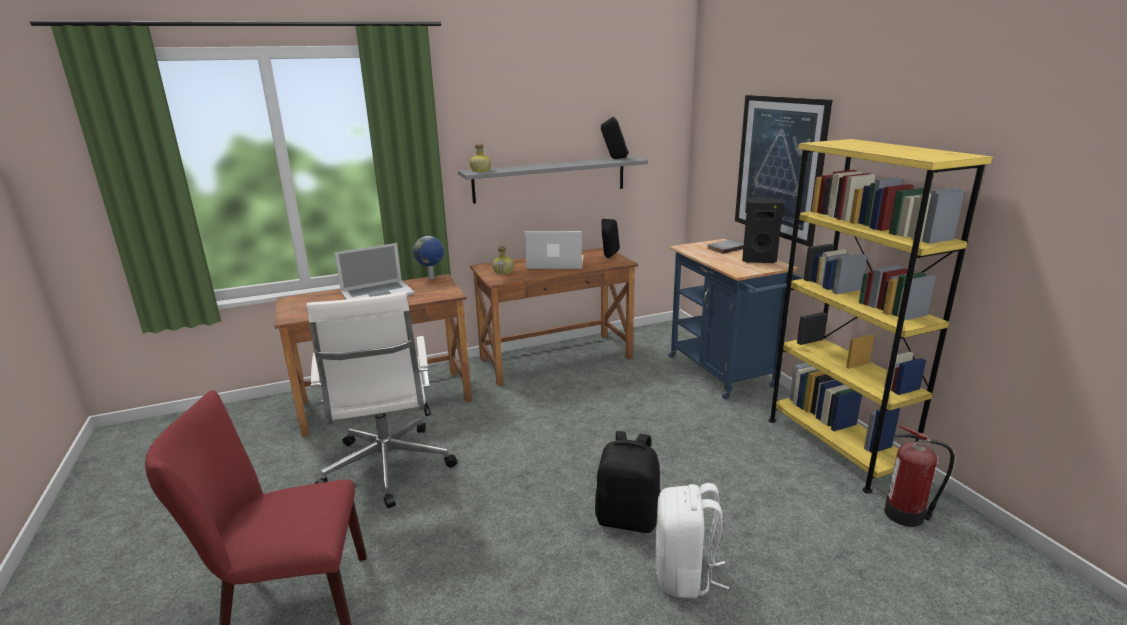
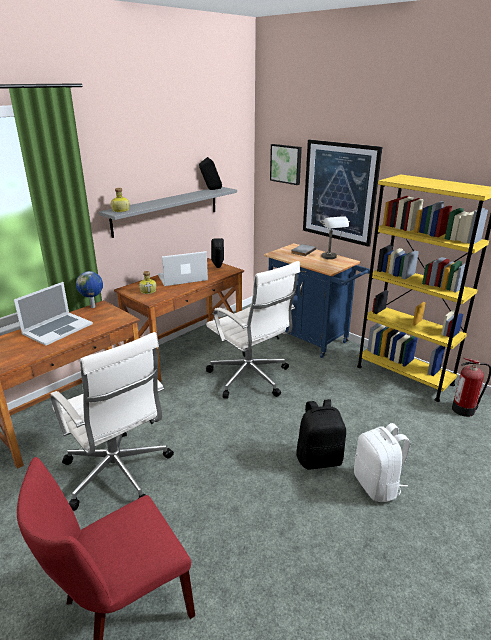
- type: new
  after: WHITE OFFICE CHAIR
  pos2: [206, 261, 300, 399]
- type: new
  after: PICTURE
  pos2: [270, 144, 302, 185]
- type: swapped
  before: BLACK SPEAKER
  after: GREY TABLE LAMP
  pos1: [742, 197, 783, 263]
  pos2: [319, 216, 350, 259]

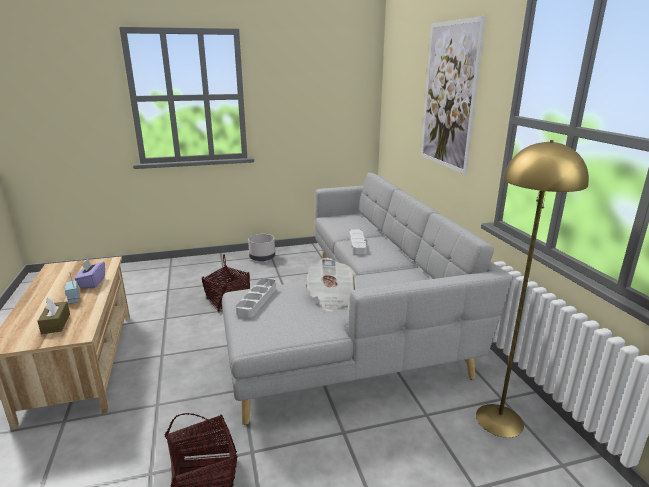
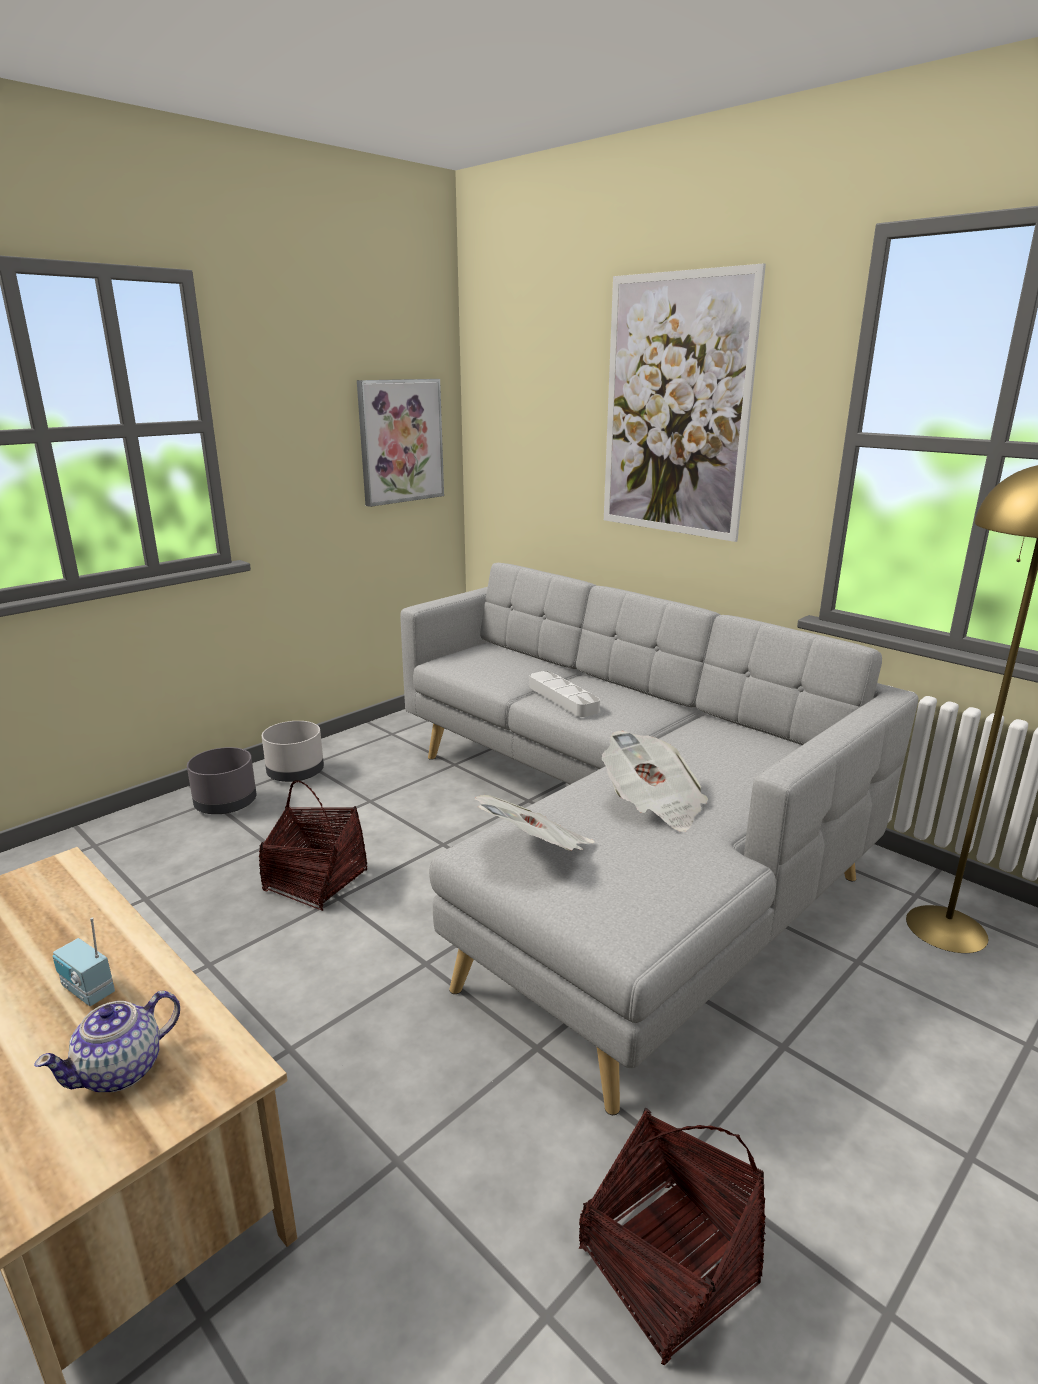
- type: gone
  before: PURPLE TISSUE BOX
  pos1: [74, 259, 105, 288]
- type: new
  after: GREY PLANTER
  pos2: [187, 747, 256, 814]
- type: new
  after: PICTURE
  pos2: [357, 379, 444, 507]
- type: swapped
  before: BROWN TISSUE BOX
  after: TEAPOT
  pos1: [37, 298, 70, 334]
  pos2: [34, 991, 180, 1092]
- type: swapped
  before: GREY TRAY
  after: NEWSPAPER
  pos1: [236, 278, 276, 318]
  pos2: [475, 795, 595, 851]

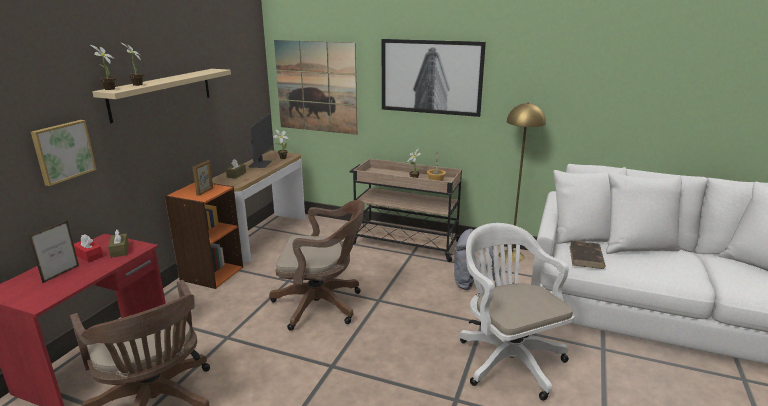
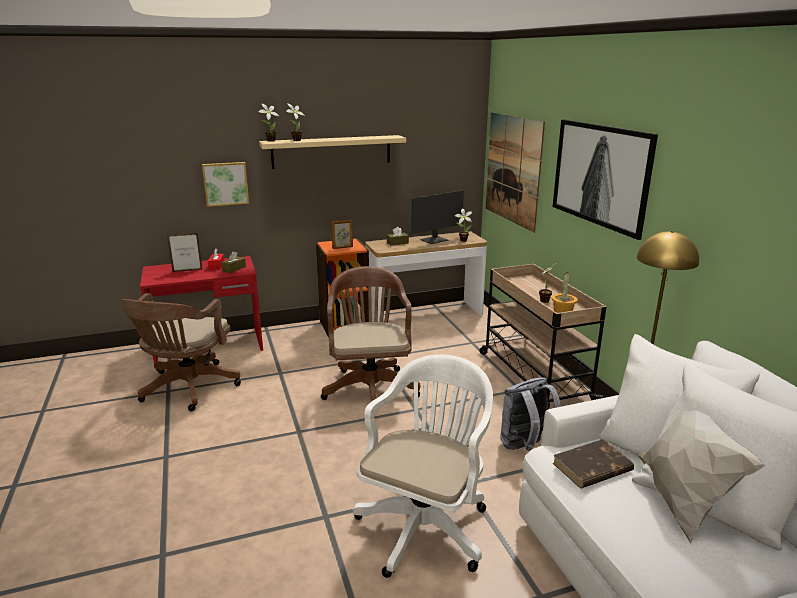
- type: new
  after: WHITE PILLOW
  pos2: [637, 410, 765, 544]
- type: rotated
  before: BROWN OFFICE CHAIR
  pos1: [269, 200, 365, 331]
  pos2: [321, 266, 420, 402]
  turn: -150

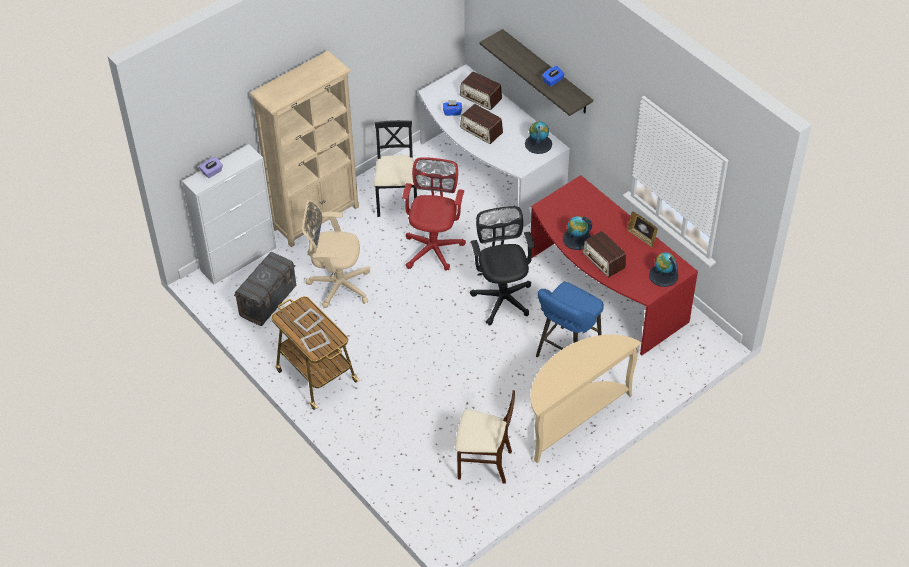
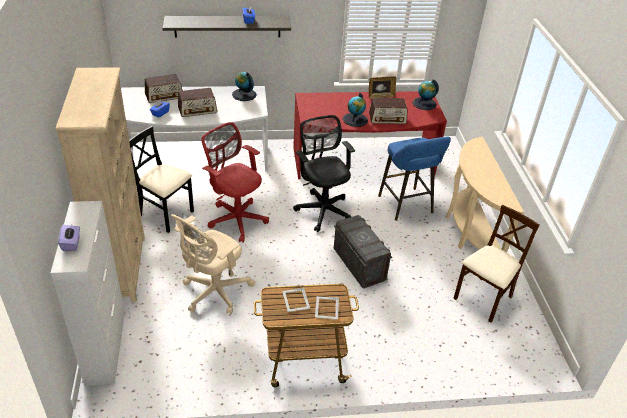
- type: shifted
  before: GREY STORAGE BOX
  pos1: [234, 252, 296, 326]
  pos2: [334, 215, 392, 288]
- type: rotated
  before: BLACK OFFICE CHAIR
  pos1: [470, 206, 535, 325]
  pos2: [293, 115, 355, 232]
  turn: 45

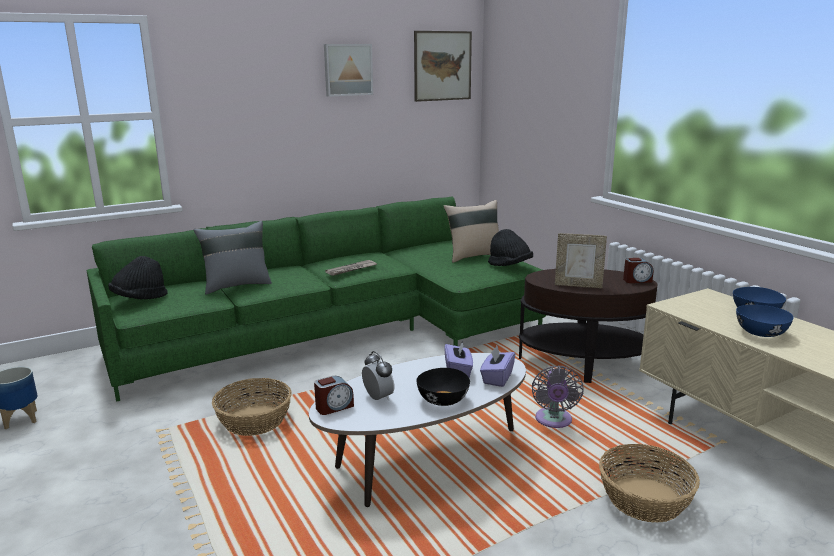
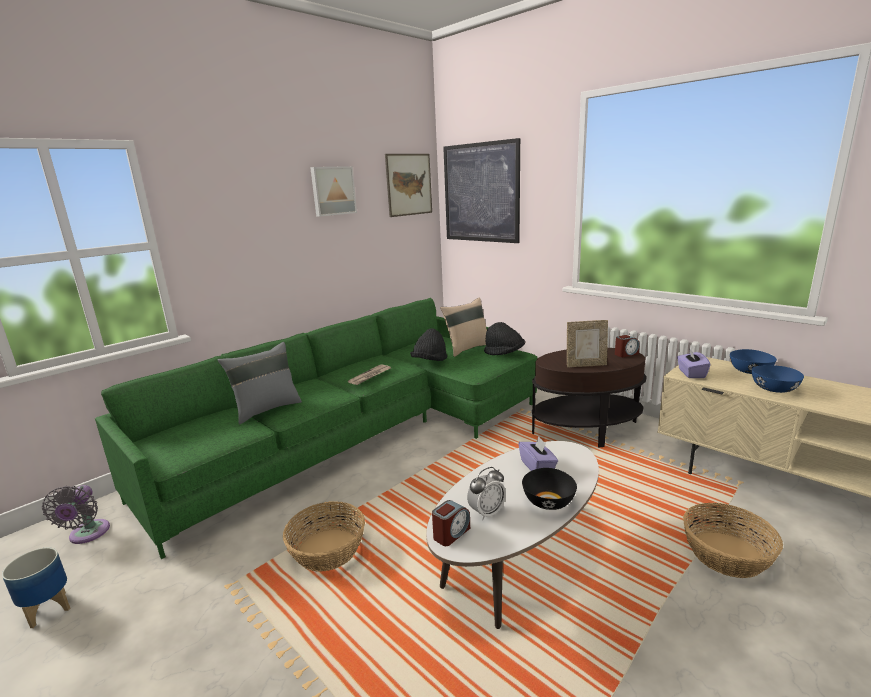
- type: new
  after: PICTURE
  pos2: [443, 138, 520, 243]
- type: shifted
  before: BLACK HAT
  pos1: [108, 256, 168, 299]
  pos2: [410, 328, 447, 361]
- type: shifted
  before: PURPLE TISSUE BOX
  pos1: [480, 346, 515, 387]
  pos2: [677, 349, 711, 378]
- type: shifted
  before: GREY FAN
  pos1: [532, 365, 583, 428]
  pos2: [42, 485, 110, 544]
- type: rotated
  before: ALARM CLOCK
  pos1: [362, 351, 395, 401]
  pos2: [467, 467, 506, 520]
  turn: 105

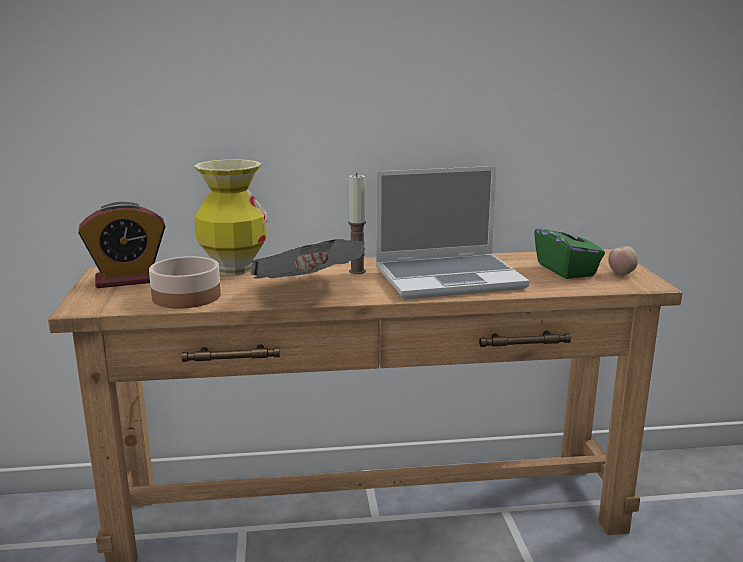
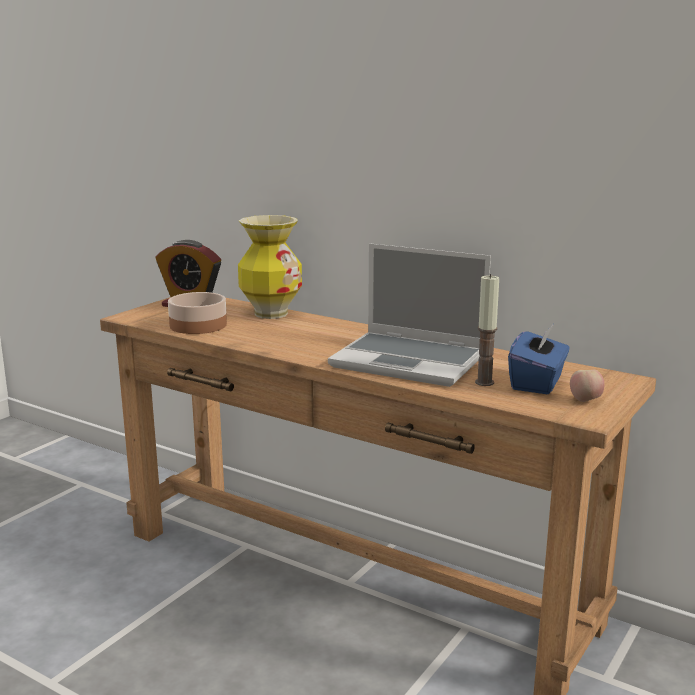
- type: gone
  before: NEWSPAPER
  pos1: [251, 239, 365, 279]
- type: shifted
  before: CANDLE
  pos1: [348, 173, 366, 274]
  pos2: [475, 274, 499, 386]
- type: repainted
  before: GREEN TISSUE BOX
  after: BLUE TISSUE BOX
  pos1: [534, 216, 605, 279]
  pos2: [508, 324, 569, 394]

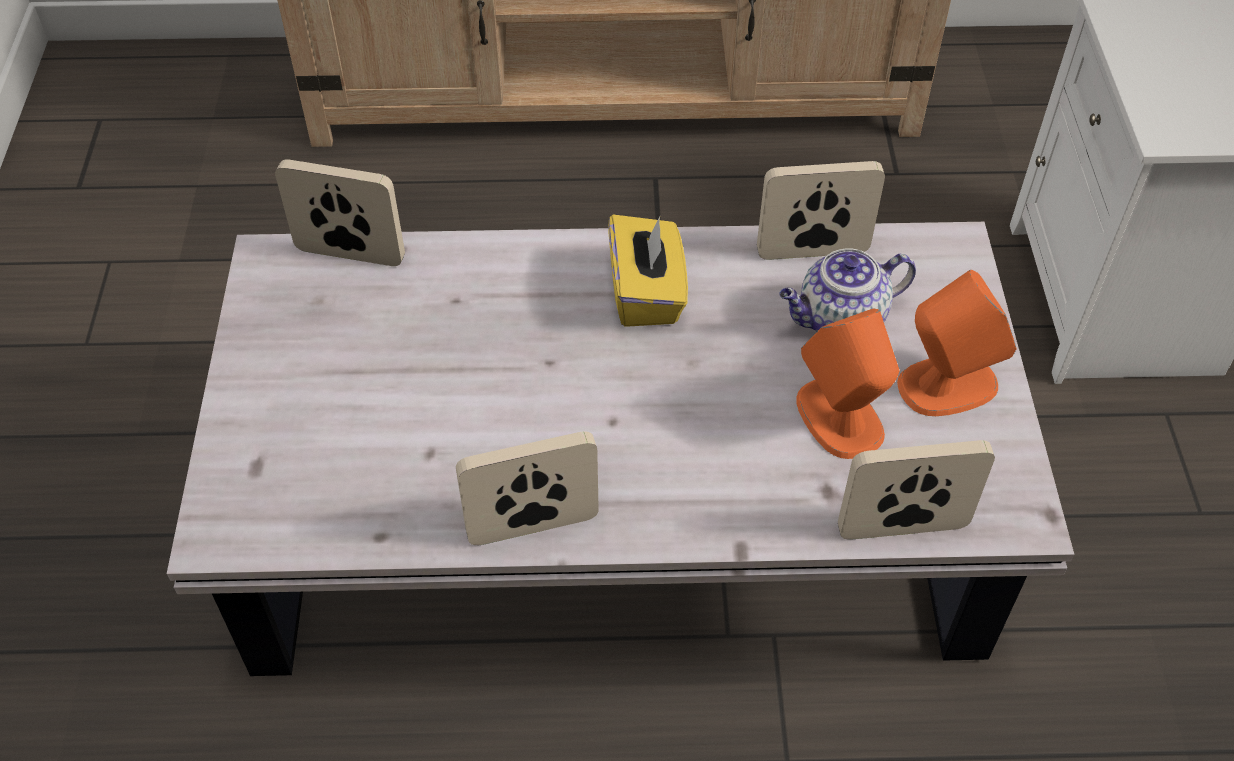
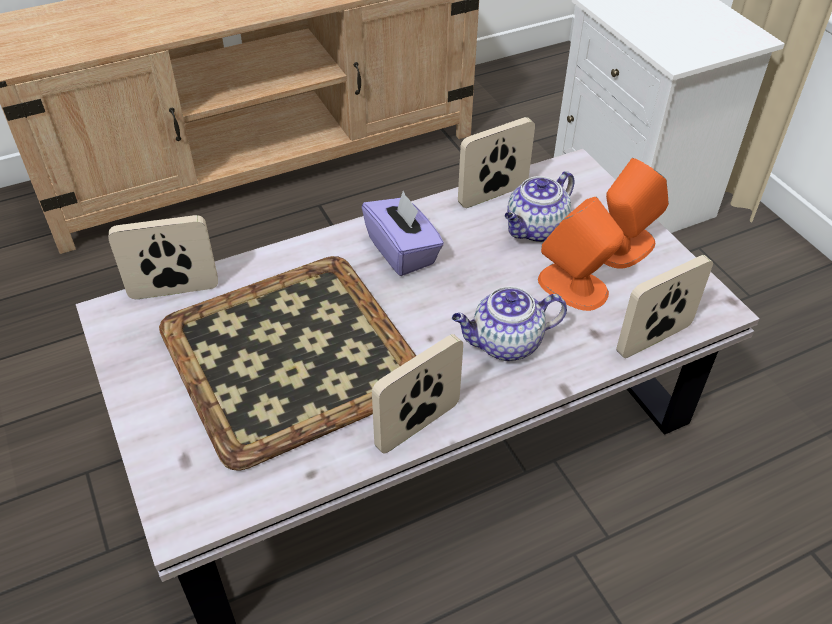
- type: new
  after: TRAY
  pos2: [159, 256, 416, 471]
- type: new
  after: TEAPOT
  pos2: [452, 286, 567, 361]
- type: repainted
  before: YELLOW TISSUE BOX
  after: PURPLE TISSUE BOX
  pos1: [608, 215, 688, 327]
  pos2: [362, 191, 444, 276]

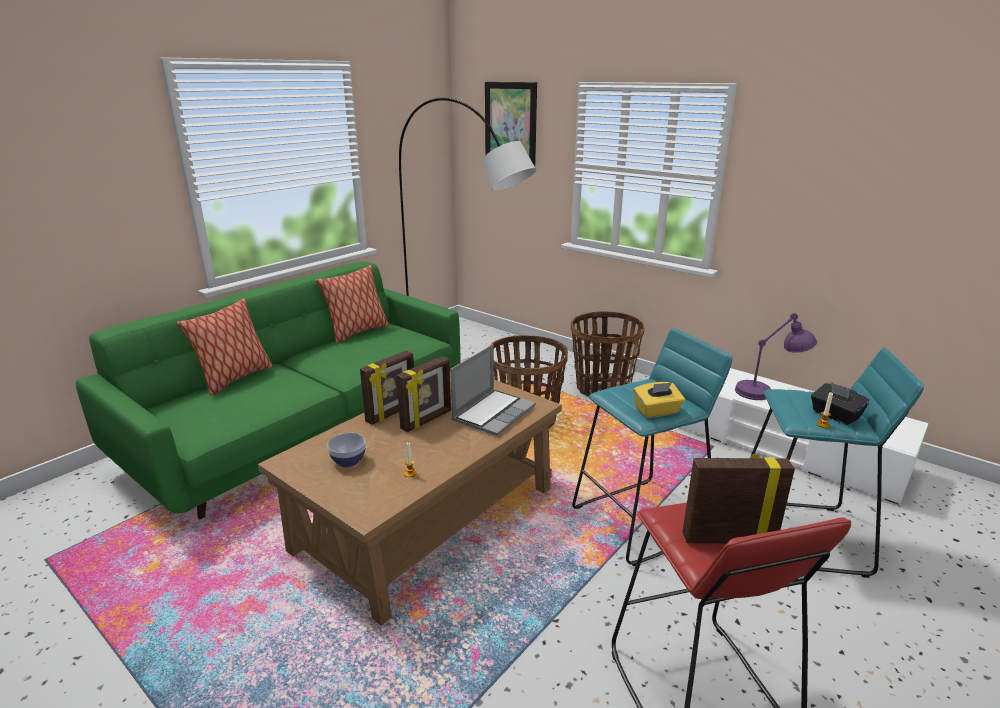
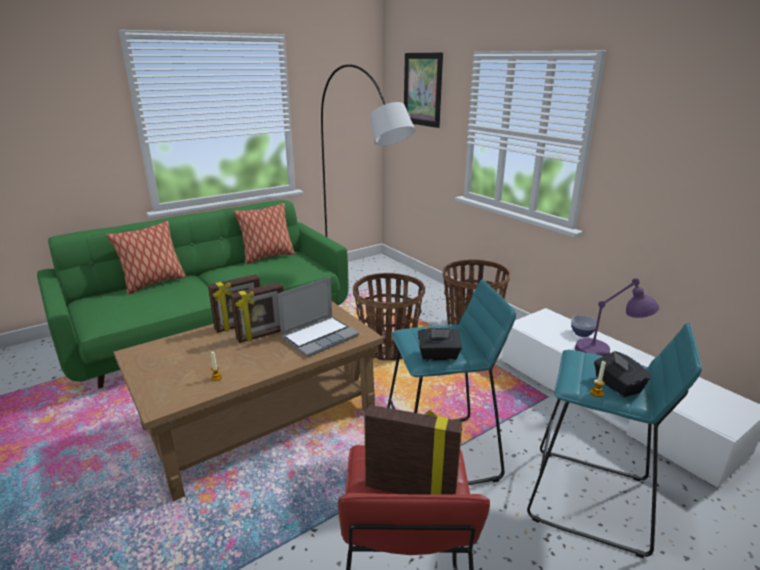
- type: shifted
  before: BOWL
  pos1: [327, 433, 366, 467]
  pos2: [571, 315, 597, 337]
- type: repainted
  before: YELLOW TISSUE BOX
  after: BLACK TISSUE BOX
  pos1: [633, 382, 685, 418]
  pos2: [417, 328, 462, 361]

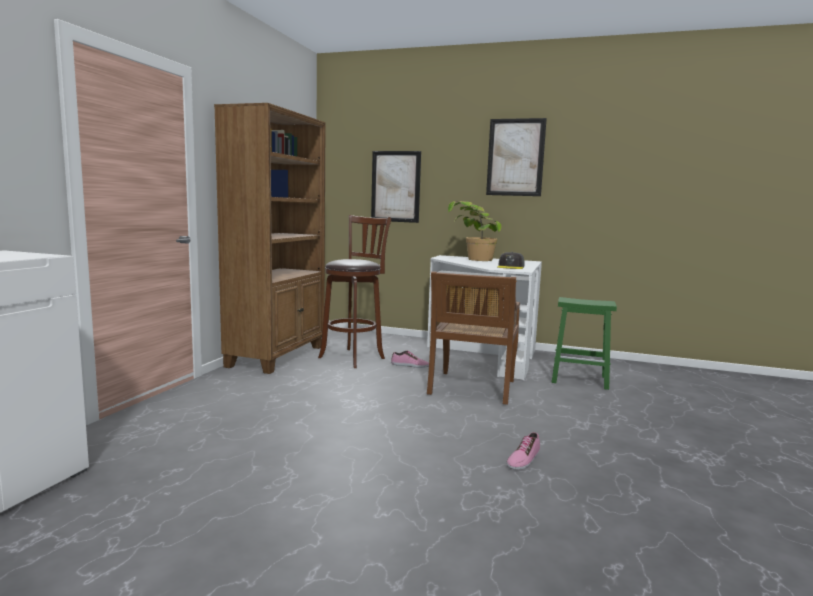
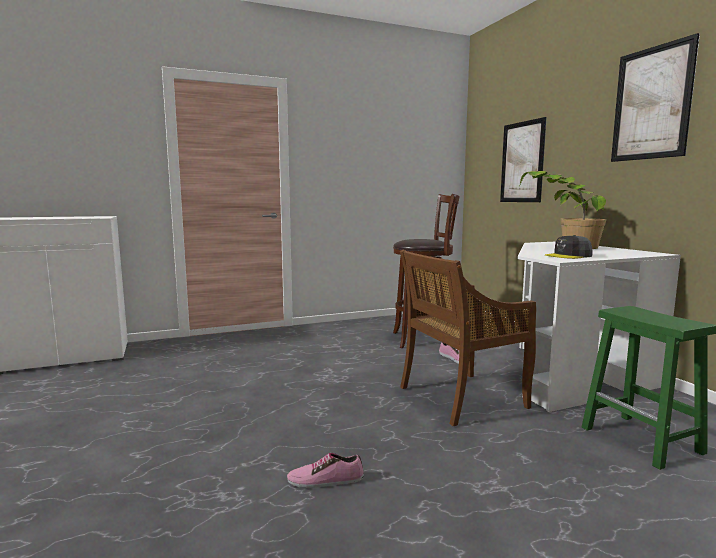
- type: gone
  before: BROWN BOOKCASE
  pos1: [214, 103, 326, 374]

